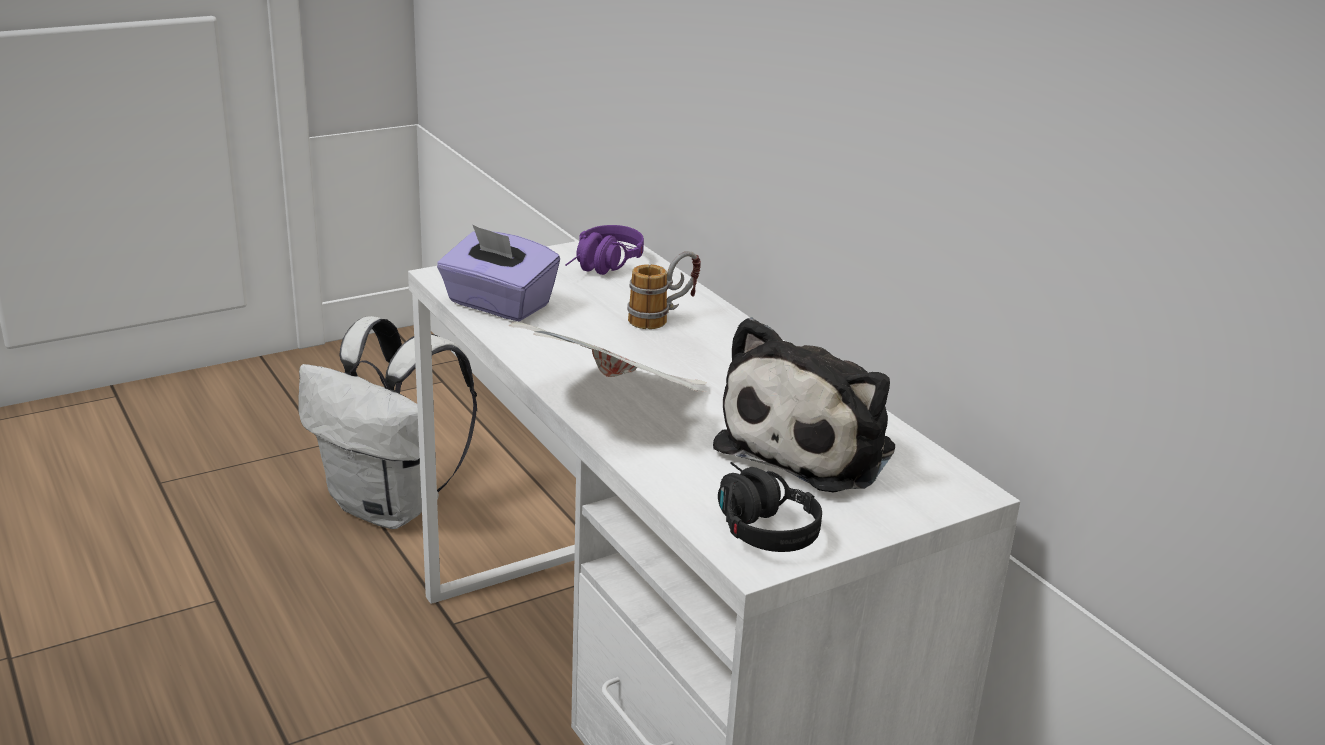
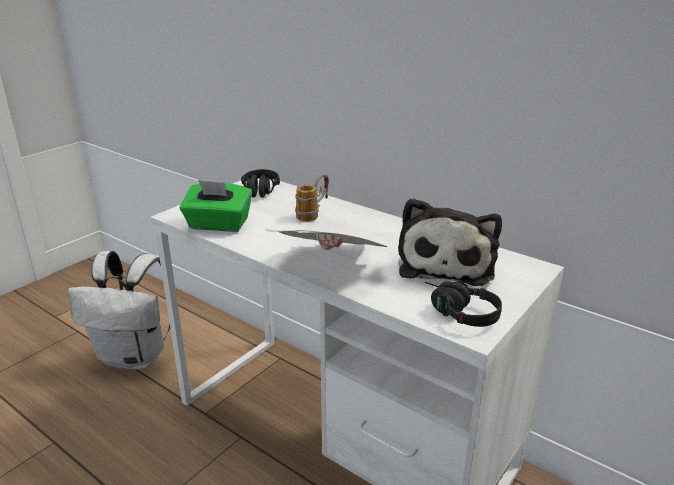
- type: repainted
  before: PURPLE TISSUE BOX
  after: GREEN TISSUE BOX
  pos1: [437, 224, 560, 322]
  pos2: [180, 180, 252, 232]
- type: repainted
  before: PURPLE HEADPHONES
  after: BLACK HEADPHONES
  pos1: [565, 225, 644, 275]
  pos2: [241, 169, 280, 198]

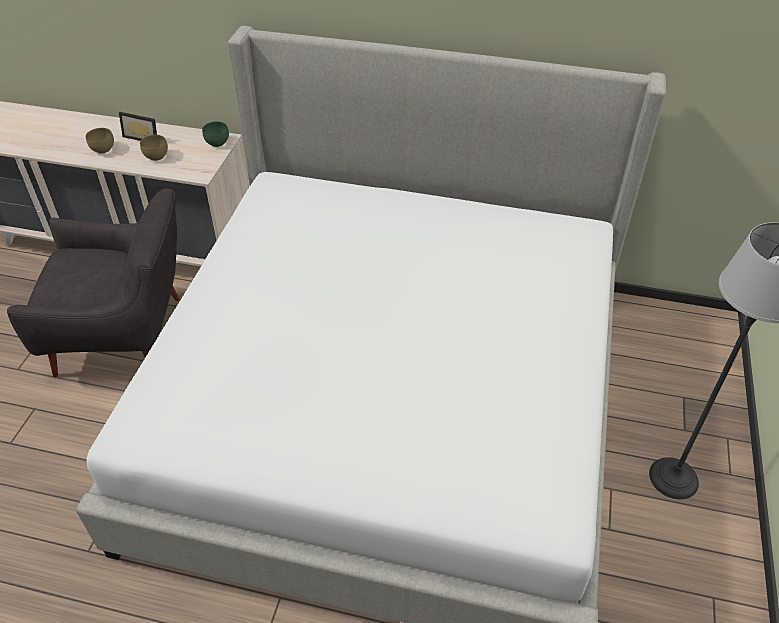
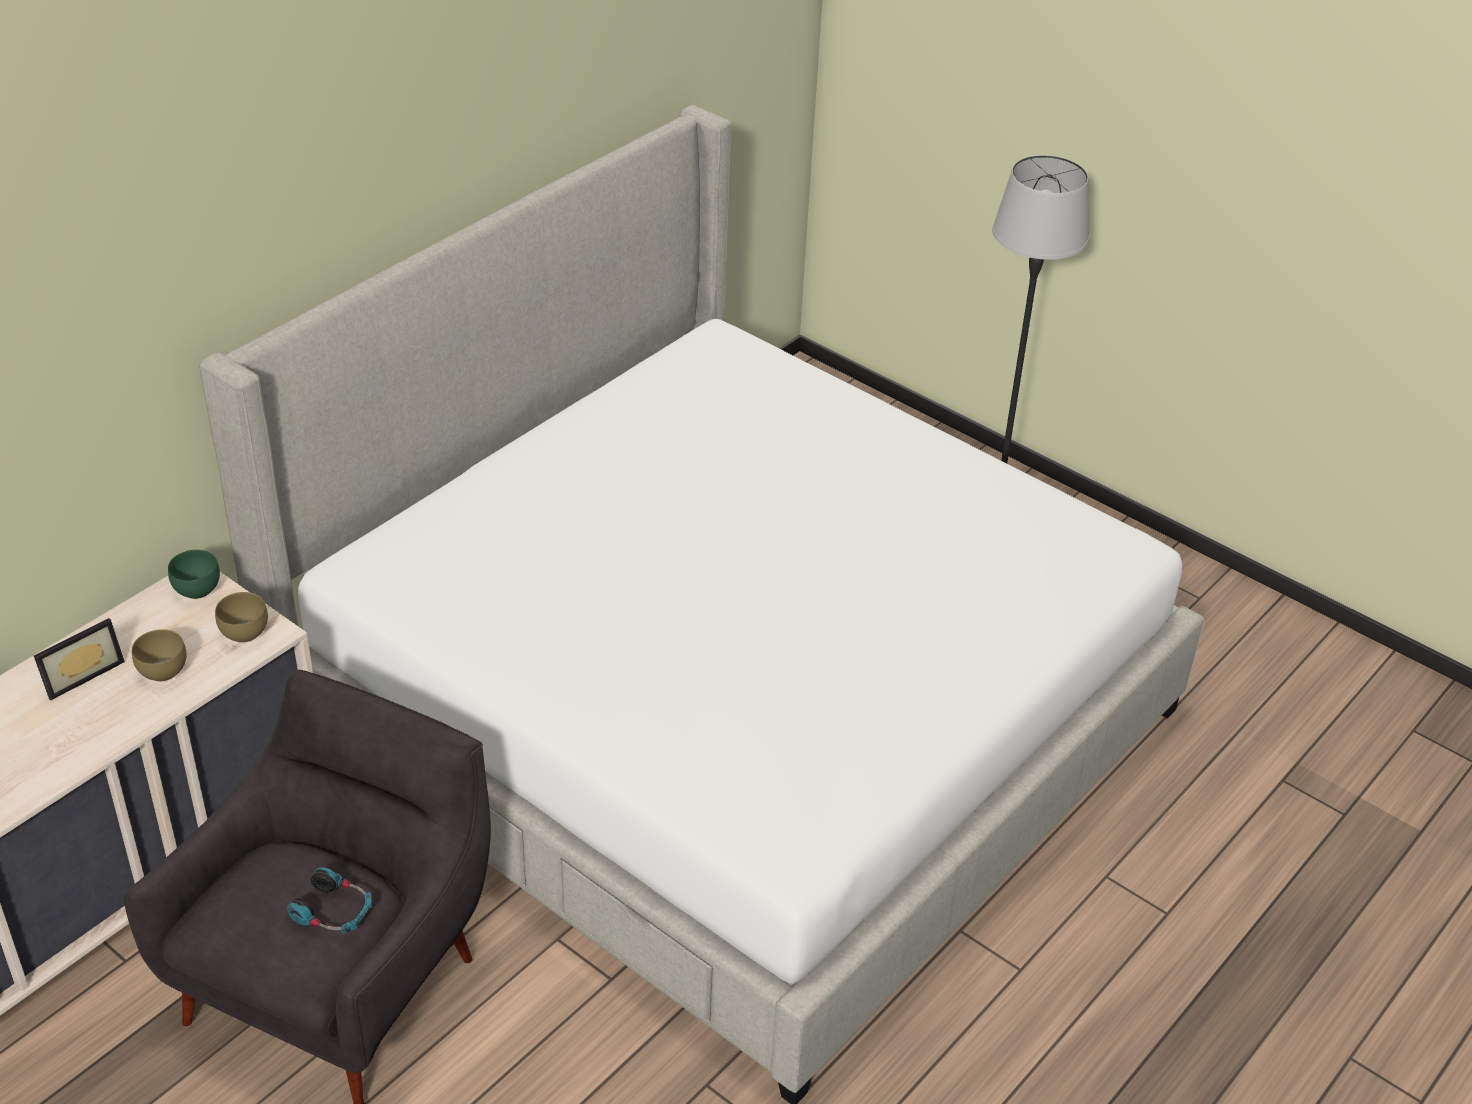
- type: new
  after: HEADPHONES
  pos2: [287, 867, 372, 934]
- type: shifted
  before: BROWN BOWL
  pos1: [86, 128, 114, 154]
  pos2: [215, 592, 268, 643]

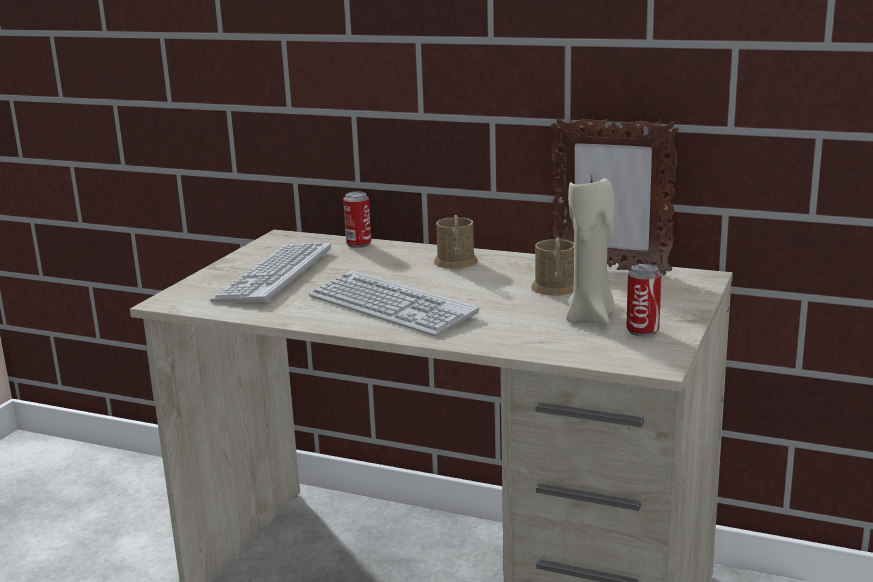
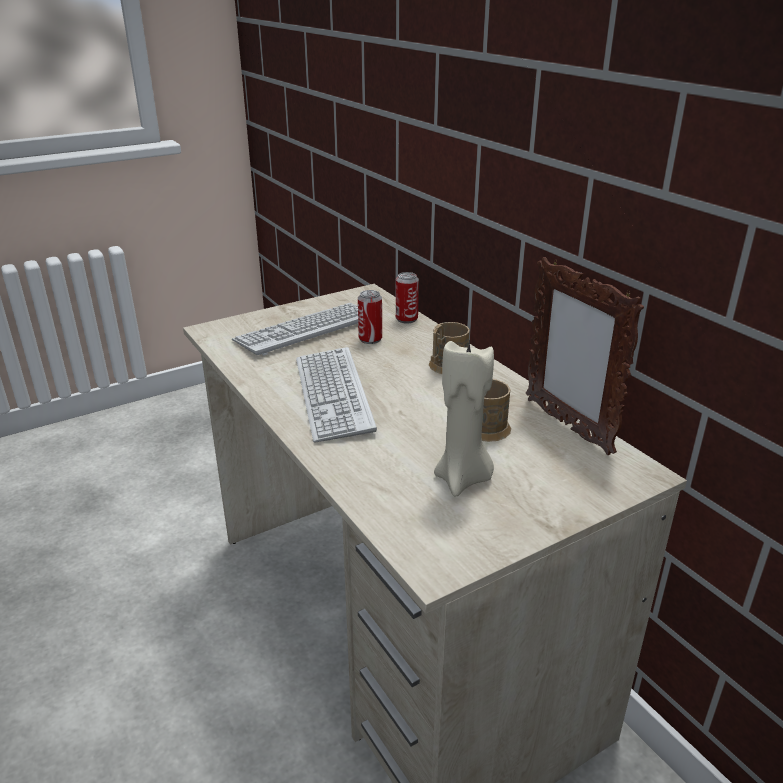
- type: shifted
  before: CAN
  pos1: [626, 264, 661, 337]
  pos2: [358, 290, 382, 344]

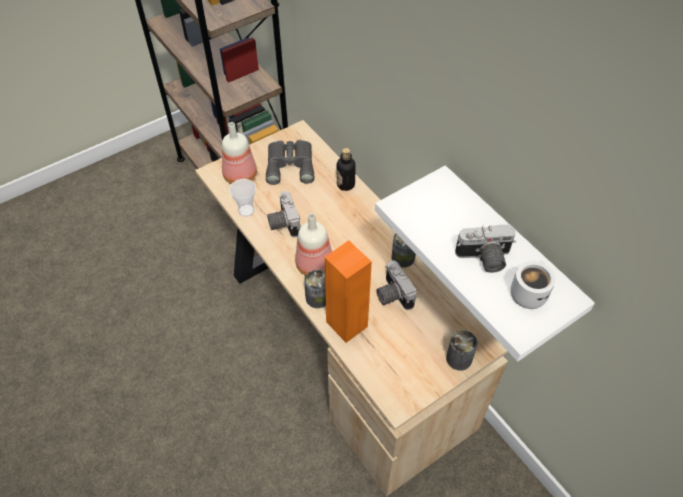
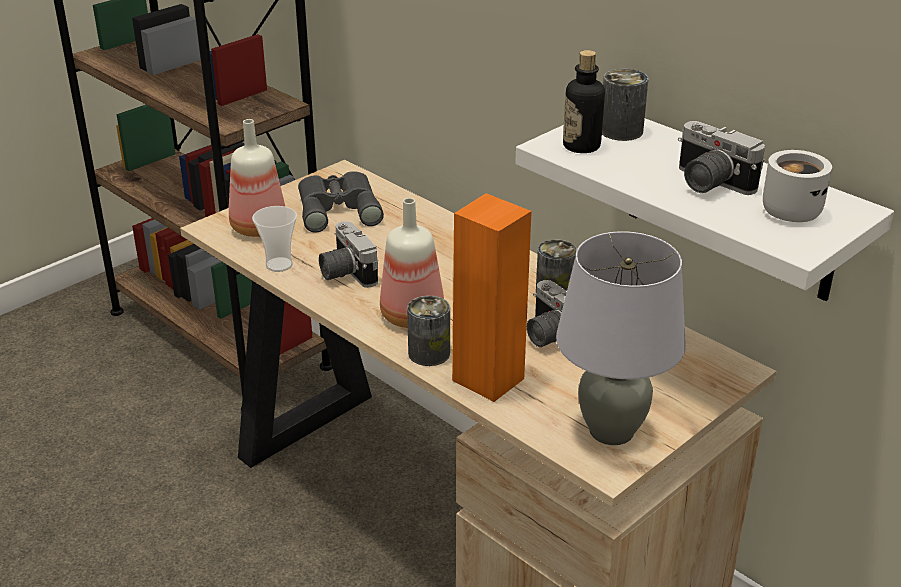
- type: new
  after: GREY TABLE LAMP
  pos2: [556, 231, 686, 445]
- type: shifted
  before: BOTTLE
  pos1: [337, 148, 356, 191]
  pos2: [563, 50, 605, 153]
- type: shifted
  before: CAN
  pos1: [446, 330, 478, 371]
  pos2: [602, 69, 648, 141]
- type: rotated
  before: PHOTO CAMERA
  pos1: [455, 224, 516, 273]
  pos2: [678, 121, 765, 195]
  turn: 60

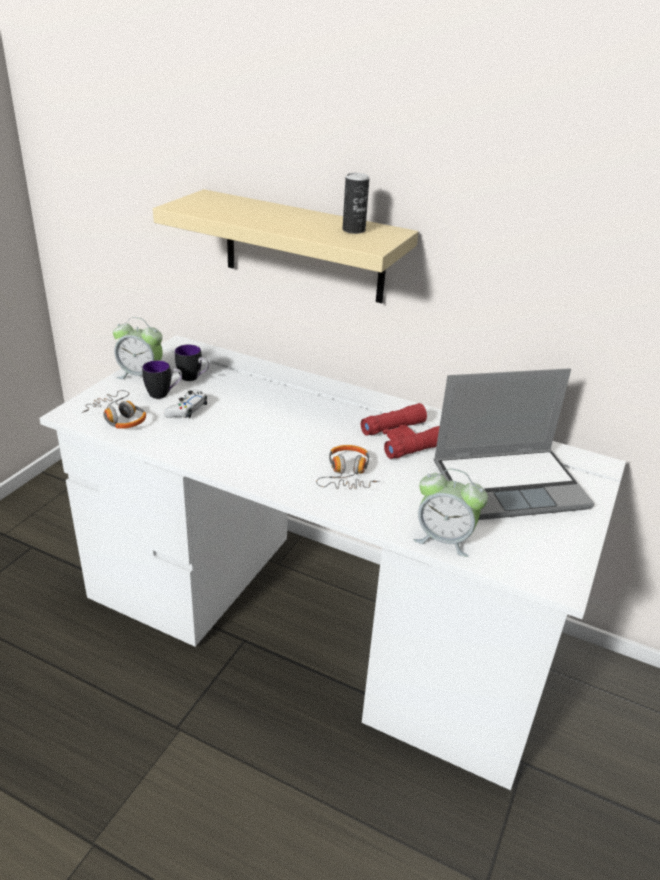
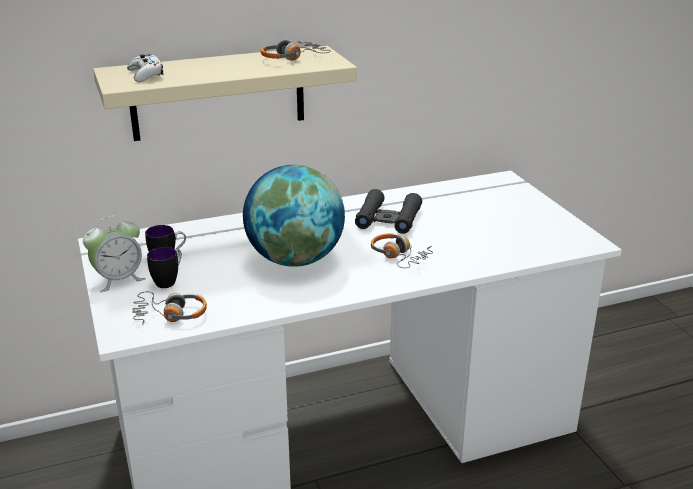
- type: gone
  before: ALARM CLOCK
  pos1: [414, 468, 488, 557]
- type: gone
  before: LAPTOP
  pos1: [434, 368, 594, 520]
- type: new
  after: GLOBE
  pos2: [243, 165, 345, 267]
- type: shifted
  before: WHITE GAME CONTROLLER
  pos1: [164, 389, 207, 418]
  pos2: [127, 54, 164, 82]
- type: swapped
  before: CAN
  after: HEADPHONES
  pos1: [343, 173, 369, 234]
  pos2: [261, 39, 331, 61]
- type: repainted
  before: RED BINOCULARS
  after: BLACK BINOCULARS
  pos1: [361, 403, 439, 459]
  pos2: [355, 189, 422, 234]

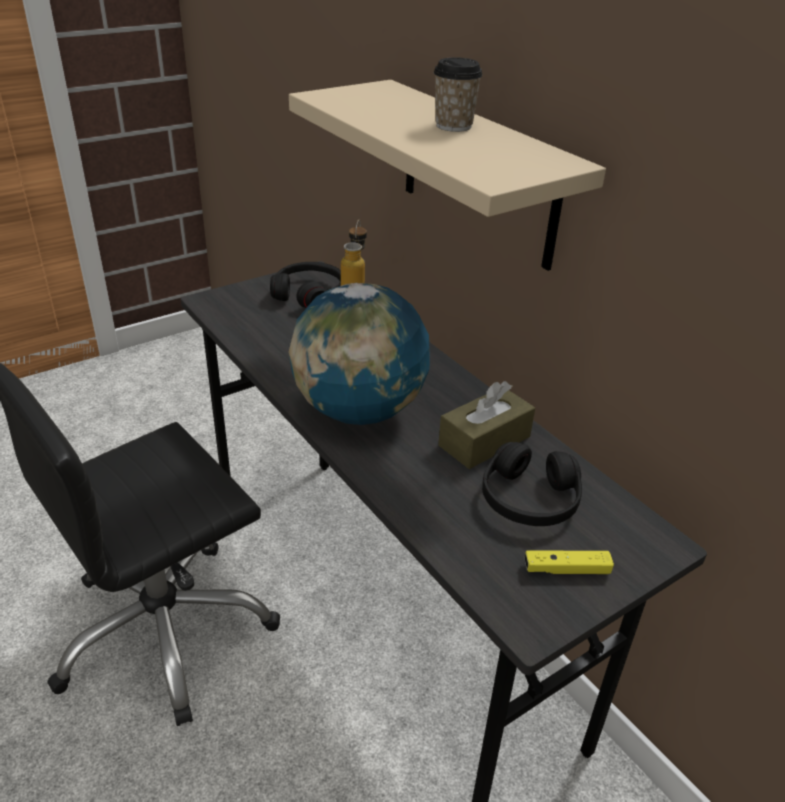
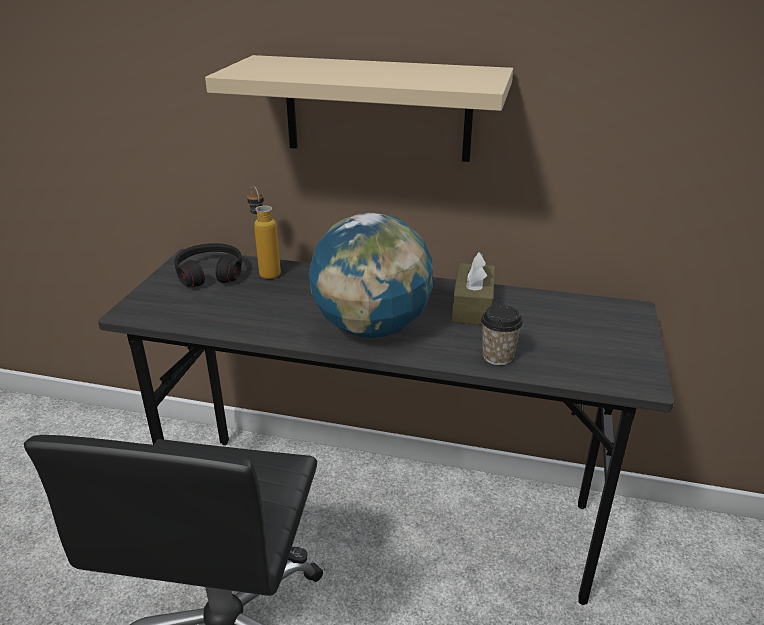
- type: gone
  before: BLACK HEADPHONES
  pos1: [482, 442, 582, 526]
- type: gone
  before: YELLOW GAME CONTROLLER
  pos1: [525, 550, 614, 574]
- type: shifted
  before: CUP
  pos1: [434, 57, 483, 132]
  pos2: [481, 305, 523, 365]

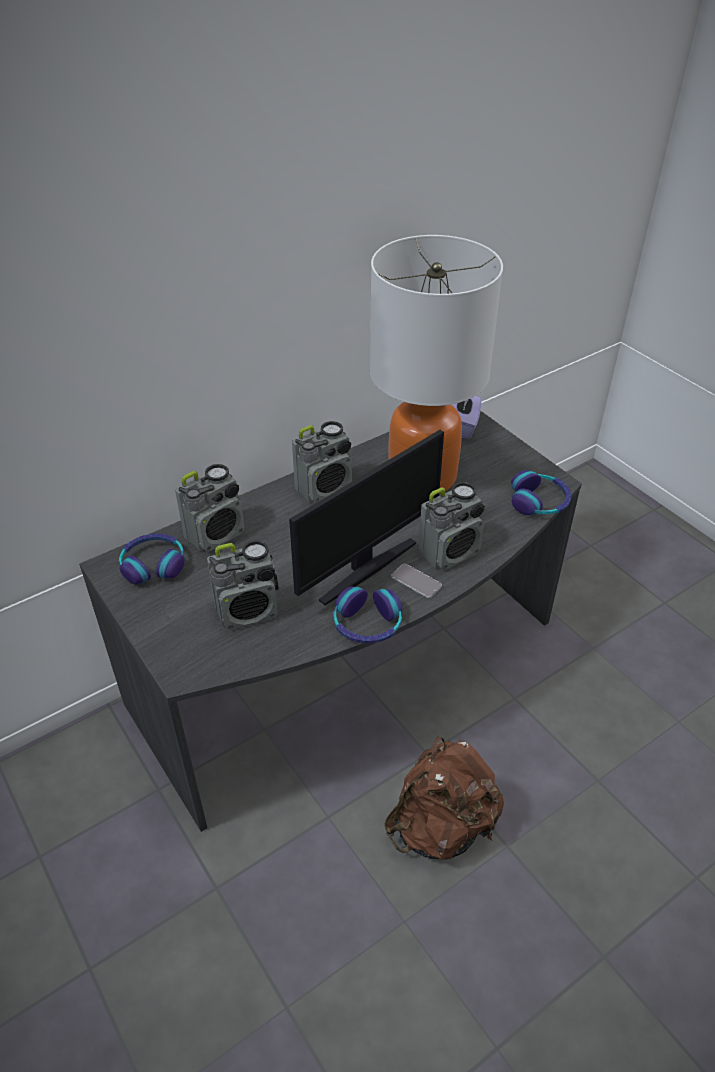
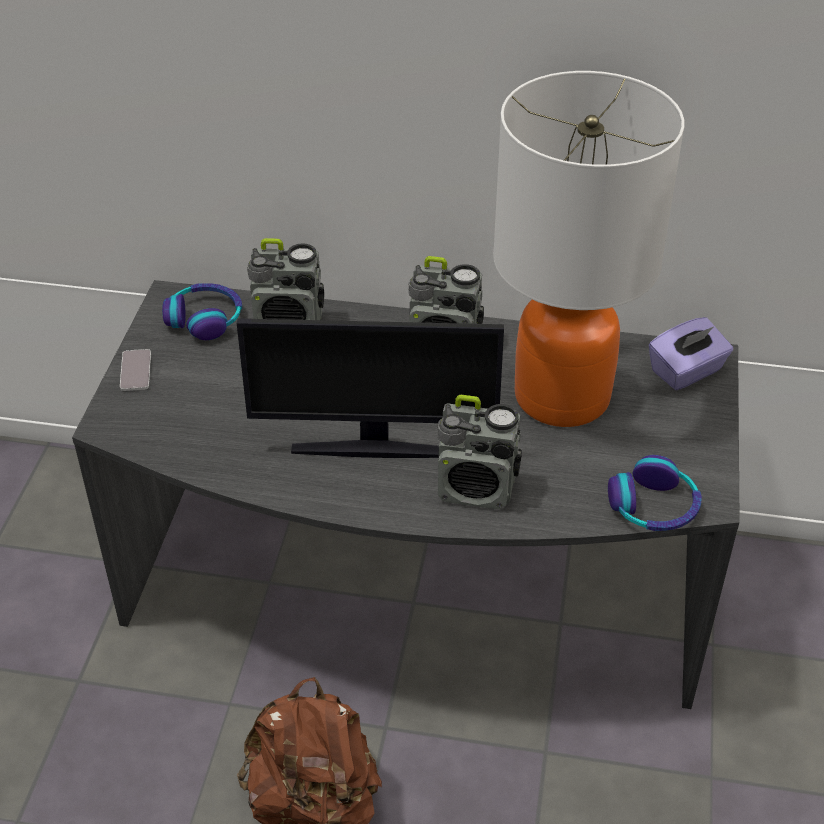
- type: gone
  before: RADIO
  pos1: [207, 540, 279, 630]
- type: gone
  before: HEADPHONES
  pos1: [334, 586, 402, 643]
- type: shifted
  before: PHONE
  pos1: [392, 564, 442, 598]
  pos2: [120, 349, 151, 391]

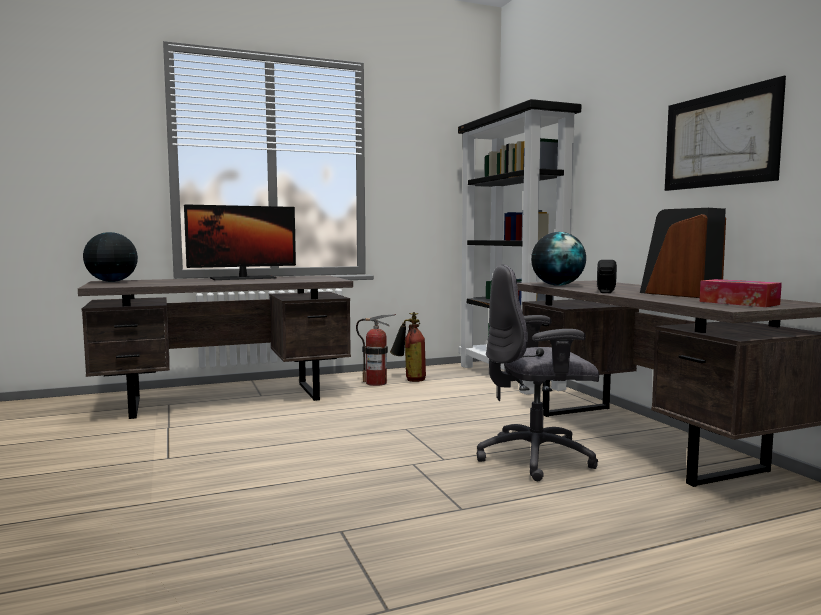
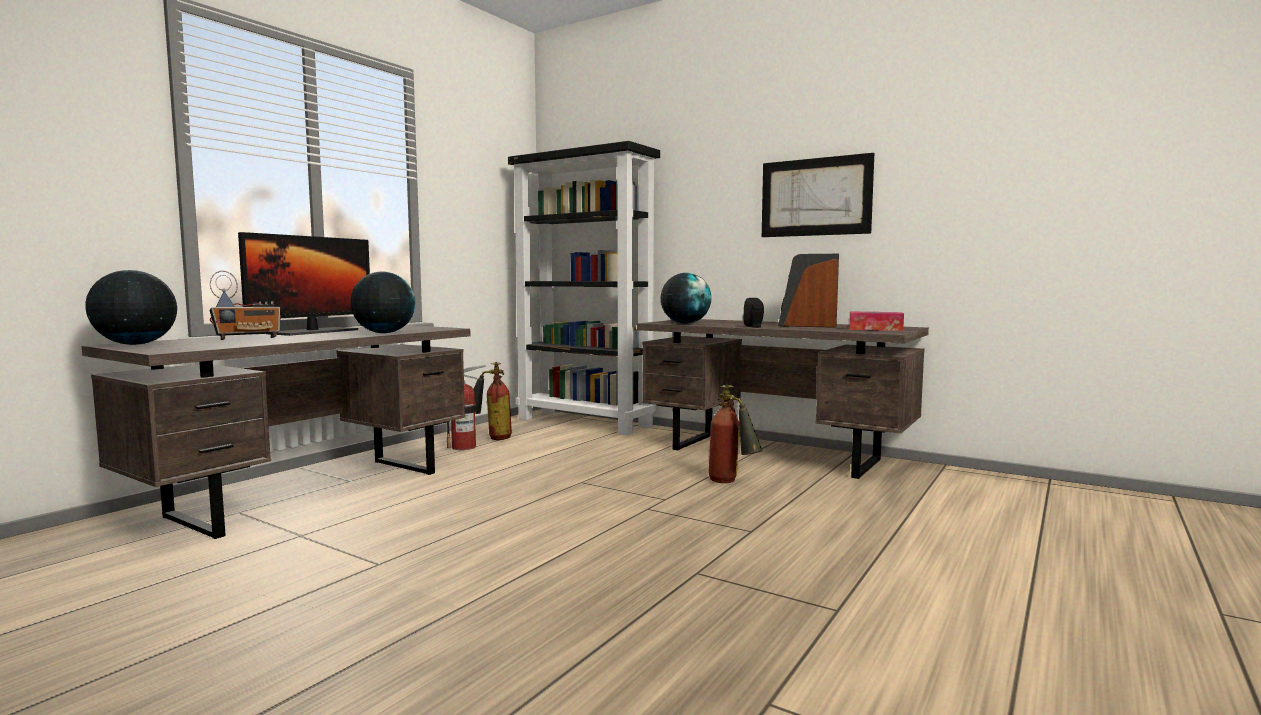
- type: new
  after: RADIO
  pos2: [210, 271, 281, 340]
- type: new
  after: GLOBE
  pos2: [350, 271, 415, 333]
- type: swapped
  before: GREY OFFICE CHAIR
  after: FIRE EXTINGUISHER
  pos1: [477, 265, 599, 481]
  pos2: [708, 384, 763, 483]

